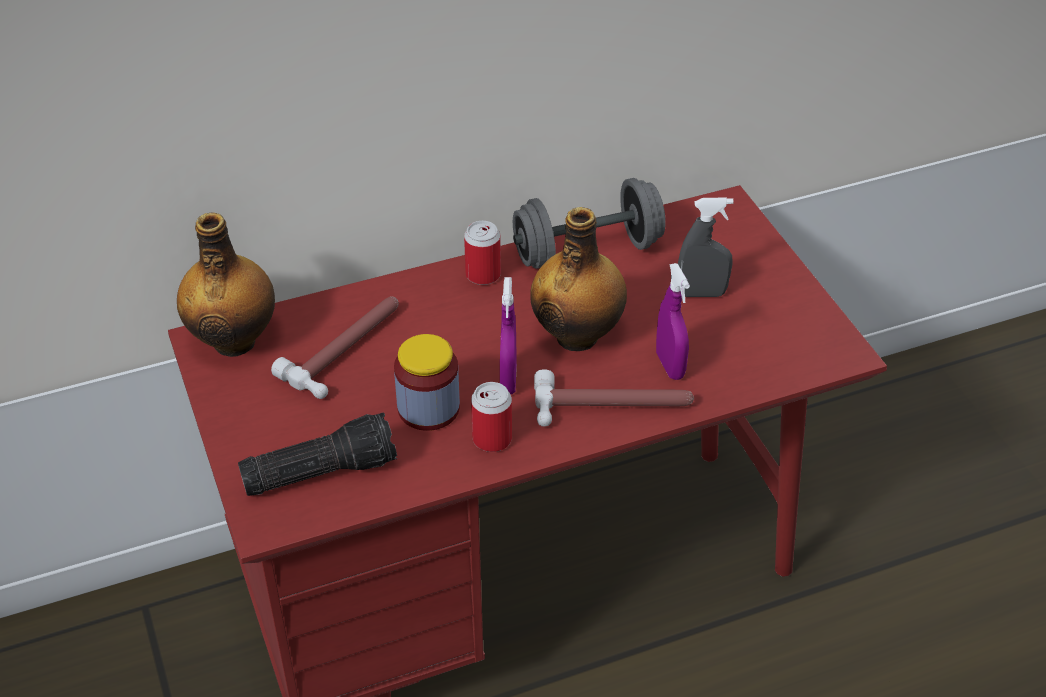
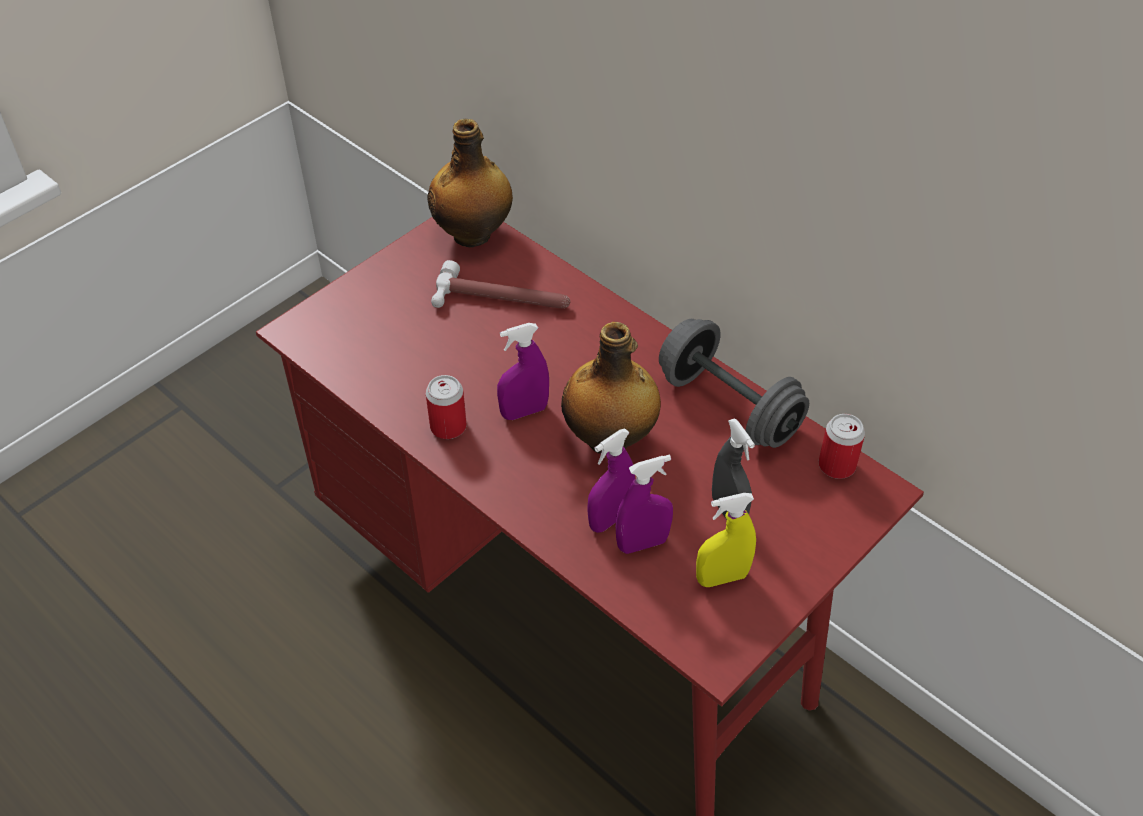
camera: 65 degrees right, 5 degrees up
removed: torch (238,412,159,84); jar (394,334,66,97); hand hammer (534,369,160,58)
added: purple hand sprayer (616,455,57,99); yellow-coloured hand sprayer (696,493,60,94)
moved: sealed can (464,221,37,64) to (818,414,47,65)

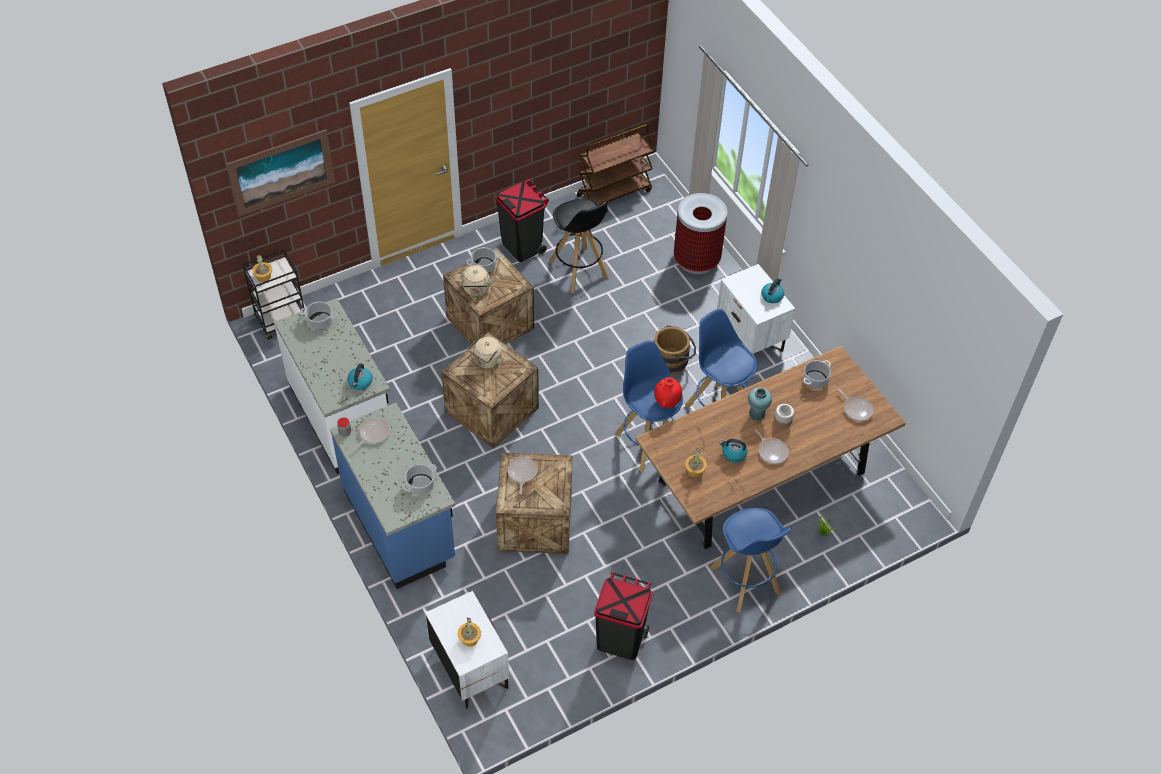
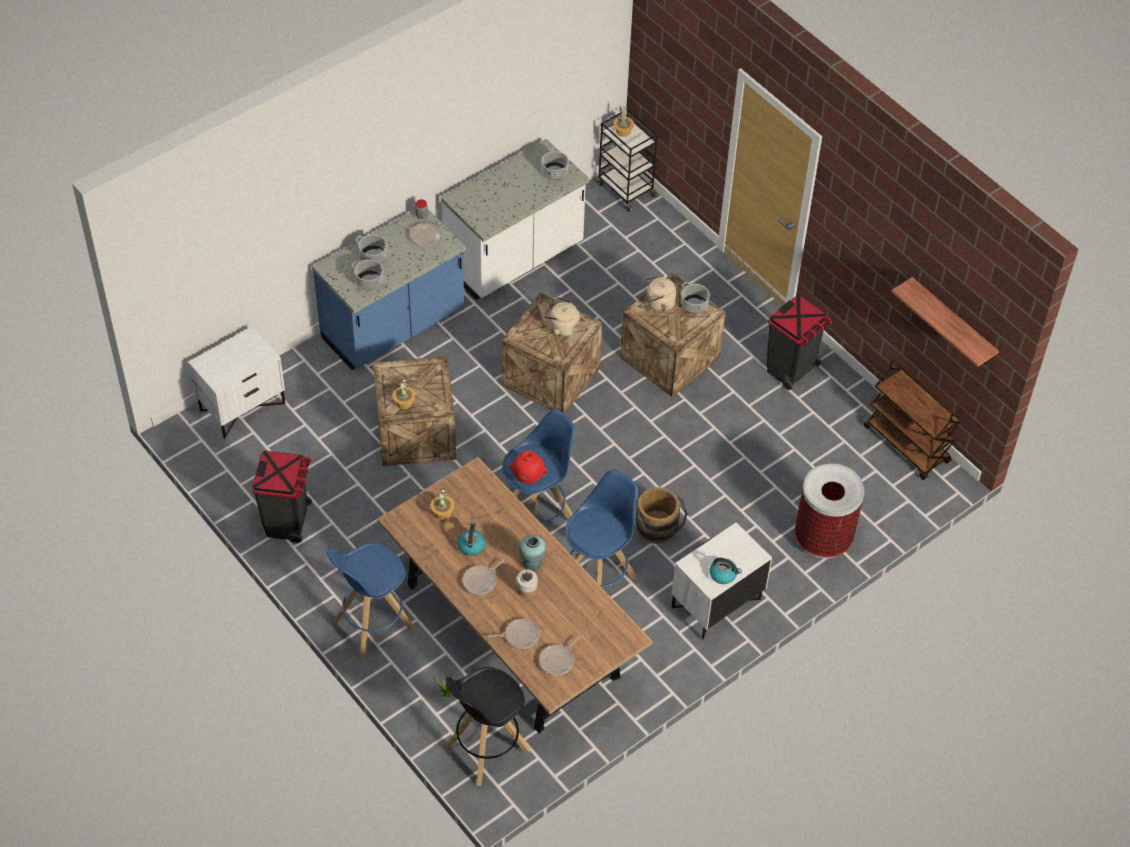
camera: 80 degrees right, 0 degrees up
removed: wall picture (226,129,109,88); tea kettle (347,363,26,27)
added: bracket shelf (891,277,108,90)
moved: cooking pot (803,360,28,29) to (356,234,34,29); houseplant (458,617,23,30) to (393,378,22,31); black sitting stool (549,199,60,94) to (445,667,85,119); pan (507,457,31,37) to (488,619,52,30)

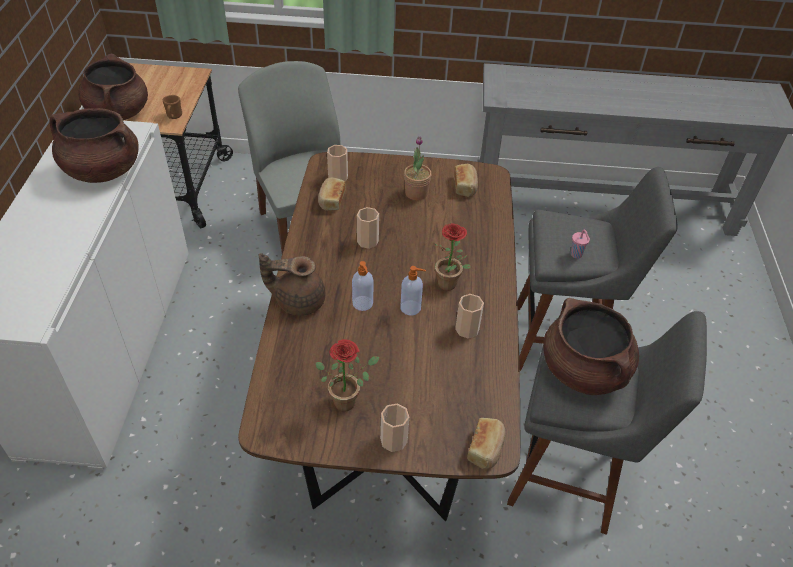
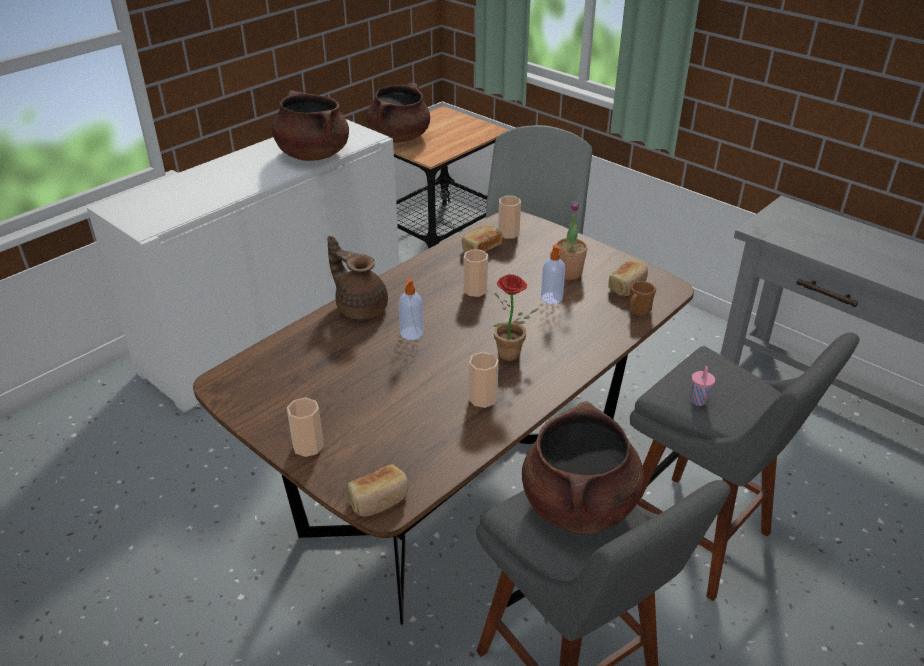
camera: 40 degrees right, 10 degrees down
removed: houseplant (315,339,64,72)
moved: liquid soap bottle (400,266,26,50) to (541,245,25,59); brown-coloured mug (163,95,19,24) to (629,281,27,35)

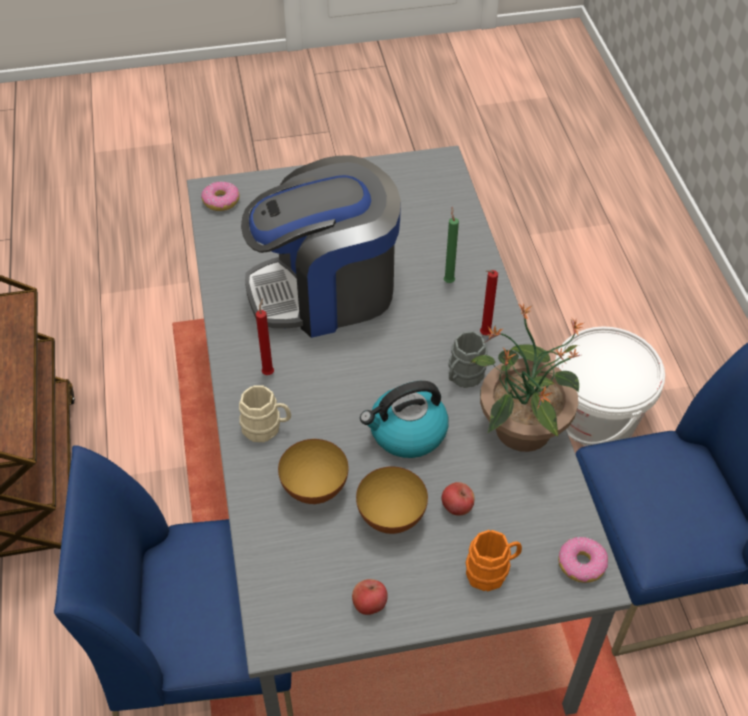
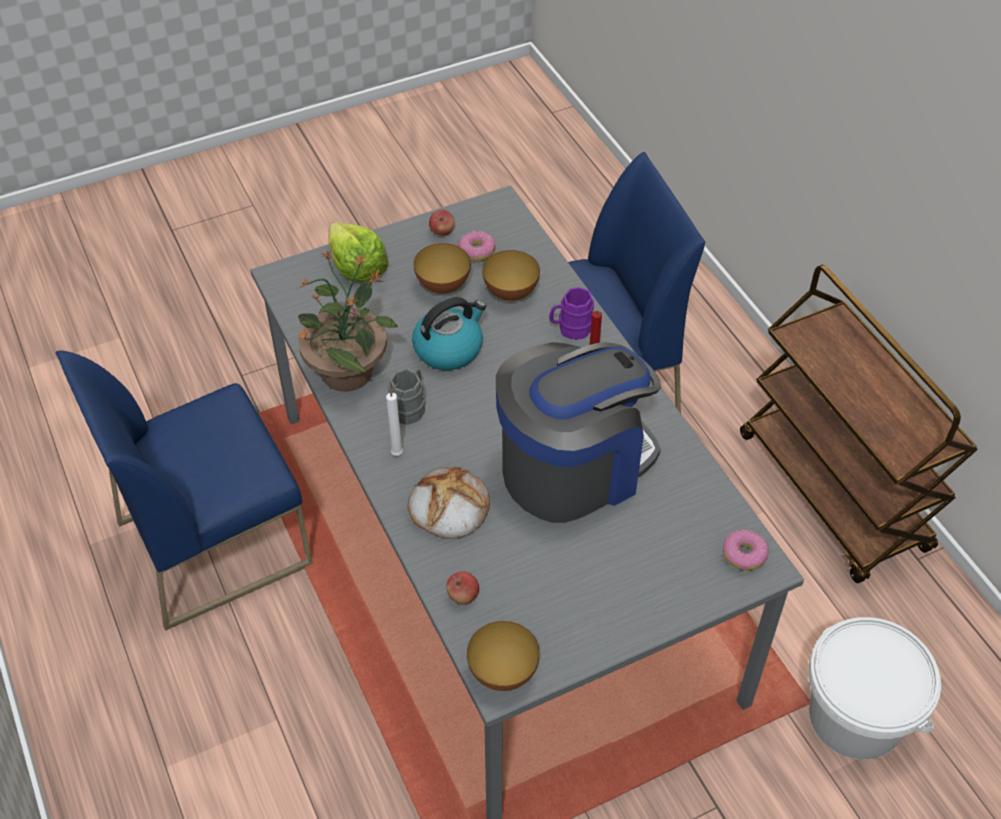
camera: 165 degrees right, 0 degrees up
added: deep dish (467,621,73,70)
moved: apple fruit (442,482,32,34) to (447,571,32,34); doughnut (558,537,50,46) to (458,231,37,31); white-coloured water bucket (554,326,111,120) to (808,617,133,143)
replaced: orange mug (466,530,56,61) to head of lettuce (328,222,60,60); green wax candle (444,207,15,76) to baked bread (408,467,82,72)
recoloured: red-coloured wax candle (480,270,18,65) to white-coloured wax candle (386,383,17,73); beige-coloured mug (239,385,52,57) to purple mug (549,287,45,53)

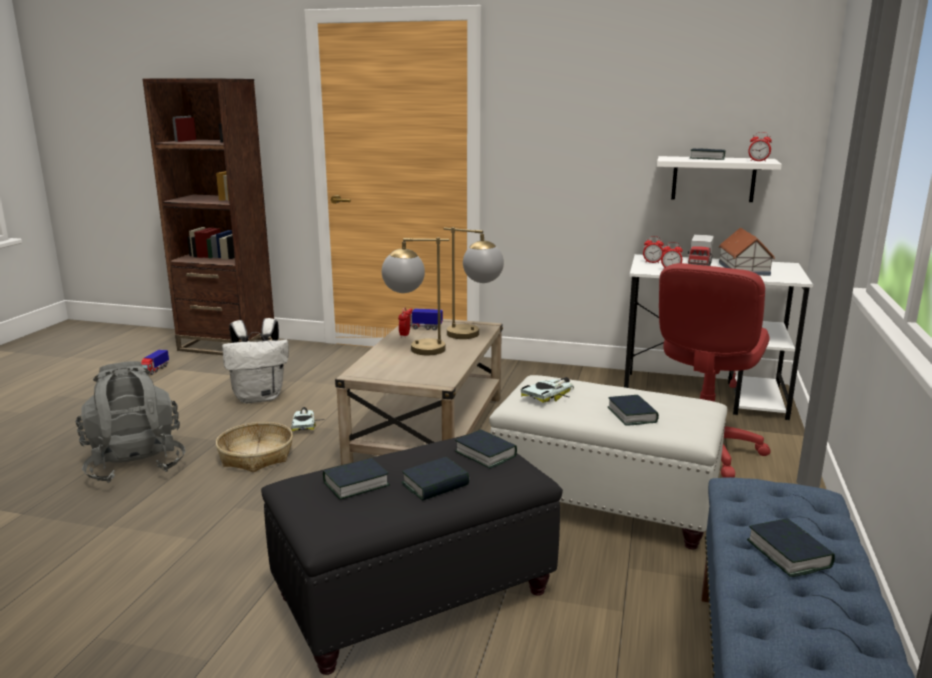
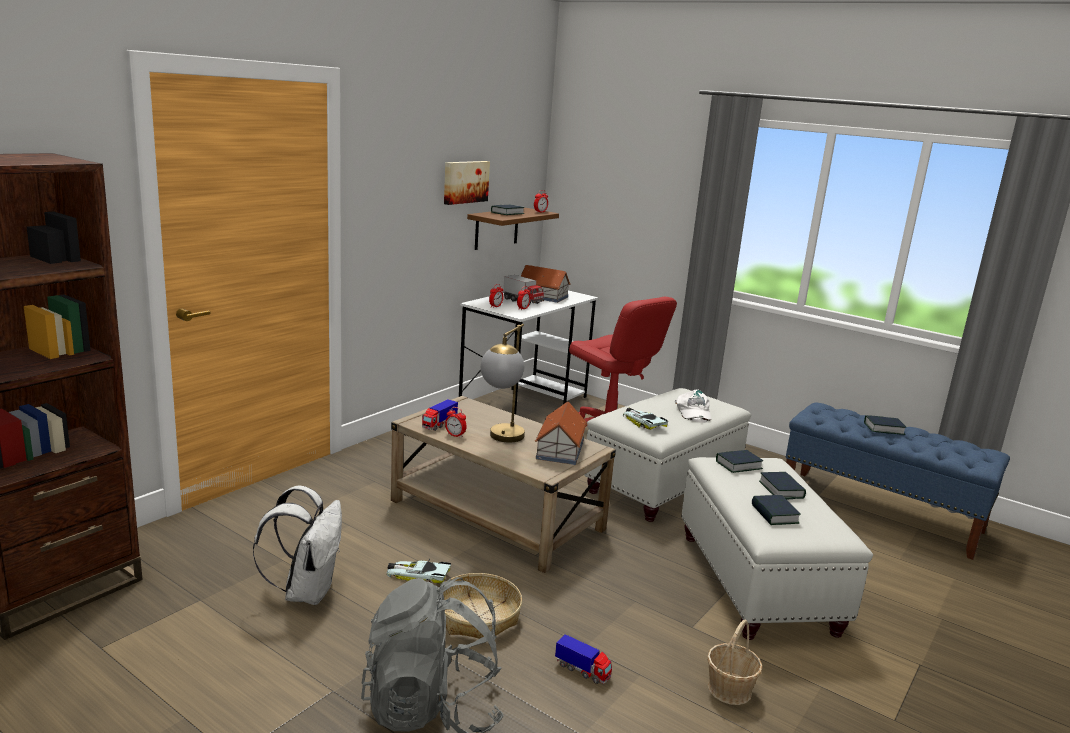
camera: 70 degrees left, 0 degrees up
removed: table lamp (444,227,60,112)
added: wall picture (444,161,46,44); miniature house (535,401,53,64); storage basket (707,620,56,85)
moved: toy truck (141,350,28,25) to (555,634,57,50)
replaced: book (608,395,51,31) to white-coloured baseball cap (675,389,36,34)
recoloured: white-coloured bracket shelf (657,156,125,46) to brown-coloured bracket shelf (467,208,92,42); black ottoman (261,435,302,240) to white-coloured ottoman (681,457,192,183)

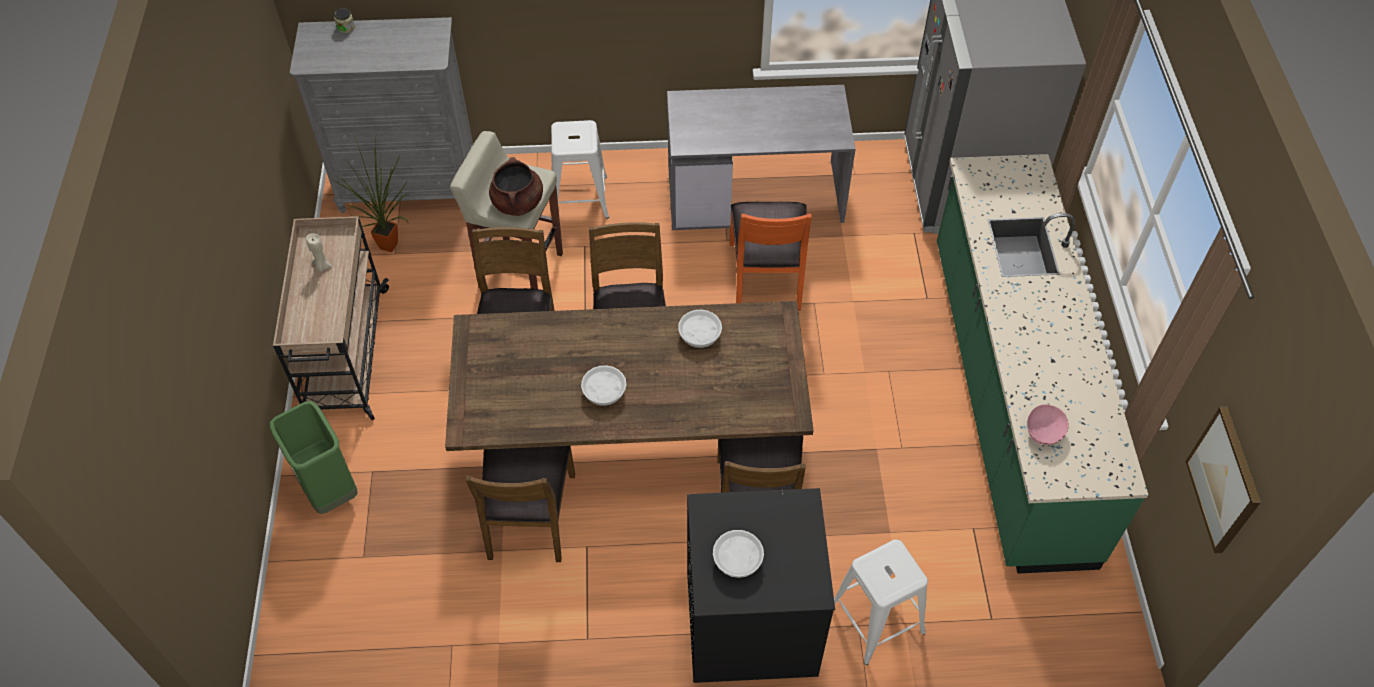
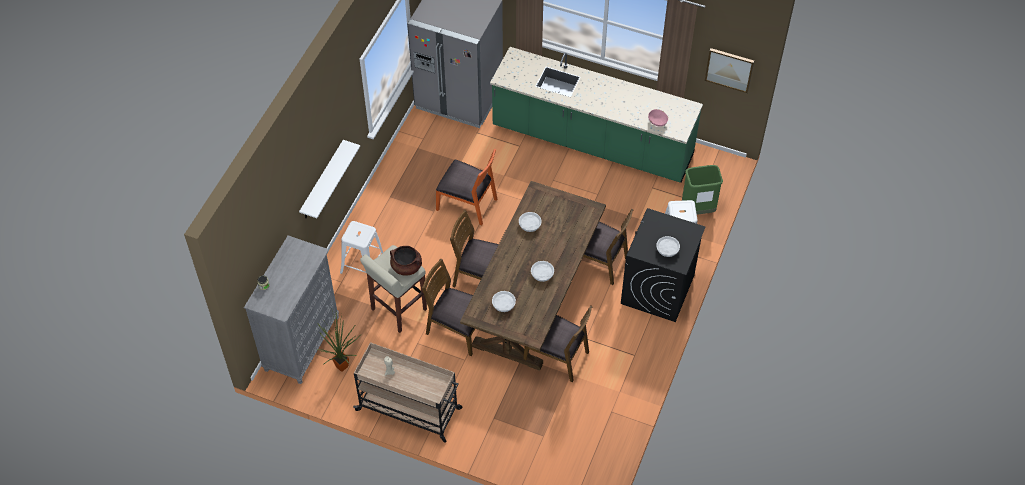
camera: 65 degrees left, 0 degrees up
removed: grey desk unit (667,85,189,145)
added: white-coloured bracket shelf (299,140,61,78); white-coloured deep dish (492,291,24,21)
moved: green waste bin (270,401,88,113) to (682,165,41,50)

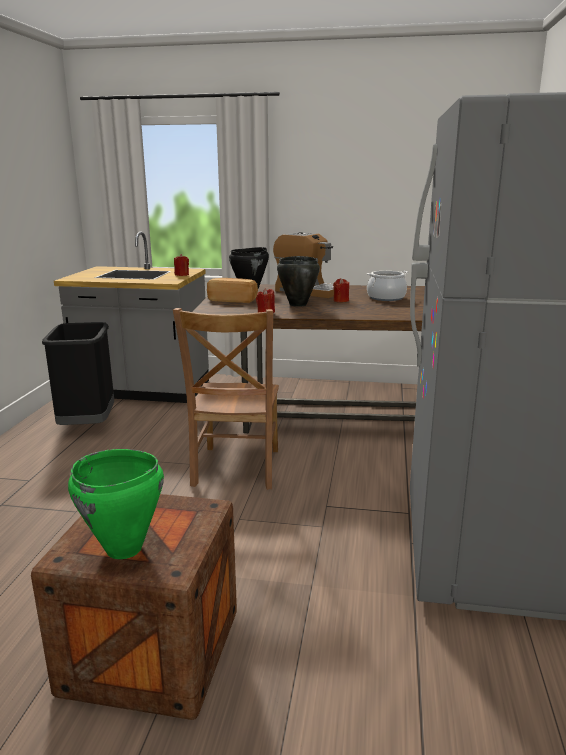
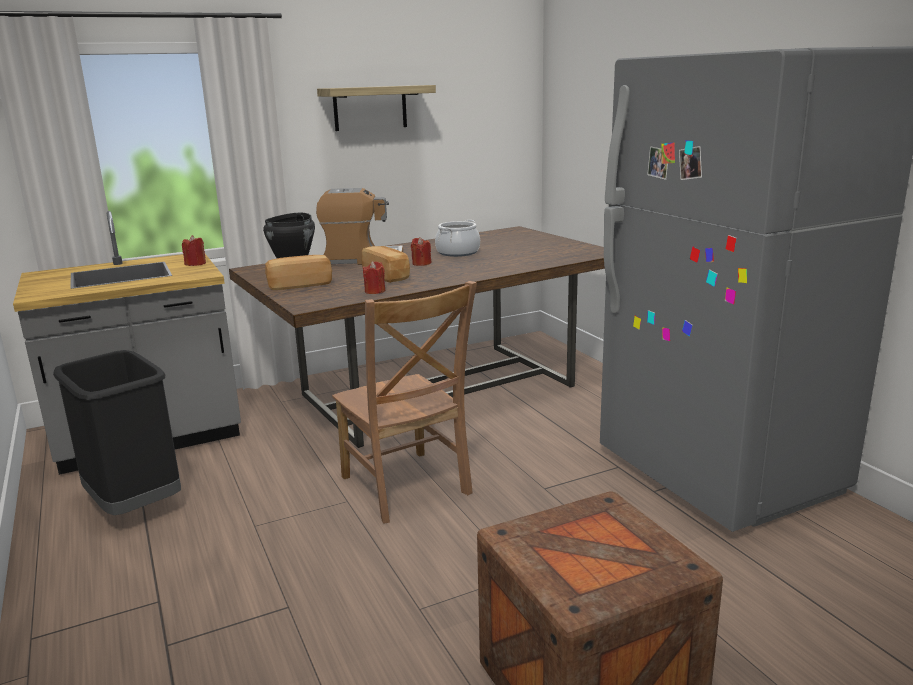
camera: 35 degrees left, 0 degrees up
removed: green cooking pot (68,449,96,110)
added: bracket shelf (317,85,119,46)
replaced: black cooking pot (277,256,43,51) to baked bread (361,246,49,37)

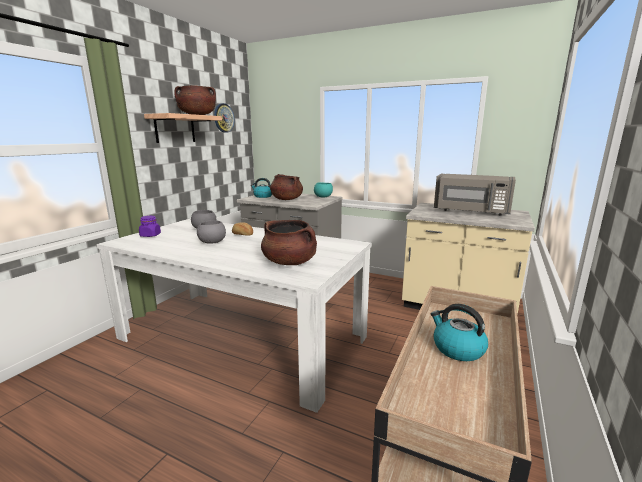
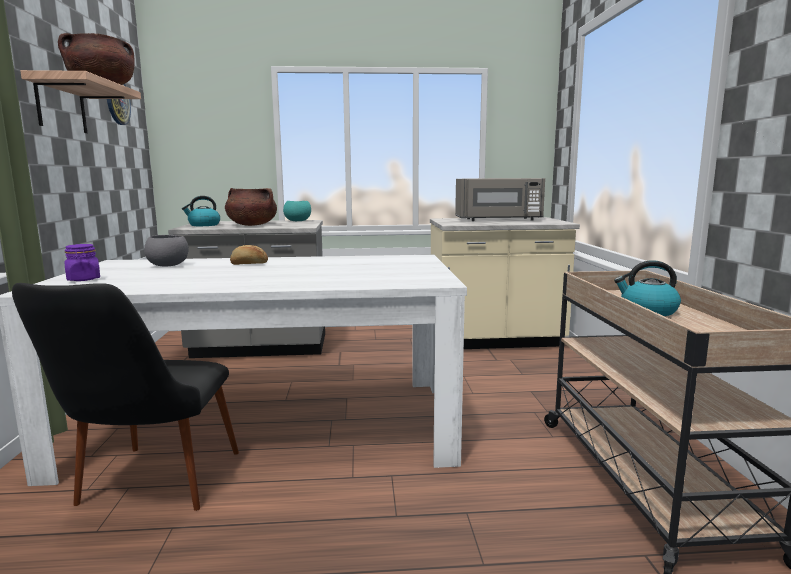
camera: 30 degrees left, 5 degrees down
removed: grey deep dish (197,220,29,24); brown-coloured cooking pot (261,220,56,45)
added: black chair (12,283,227,228)

